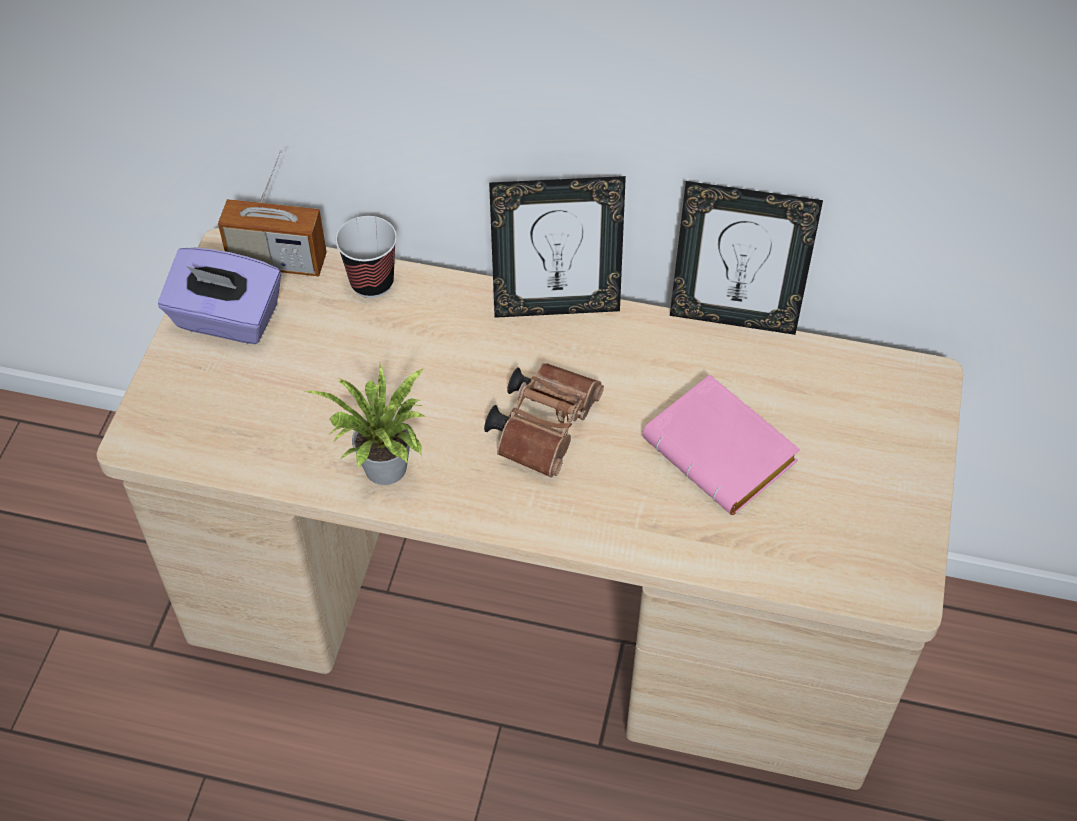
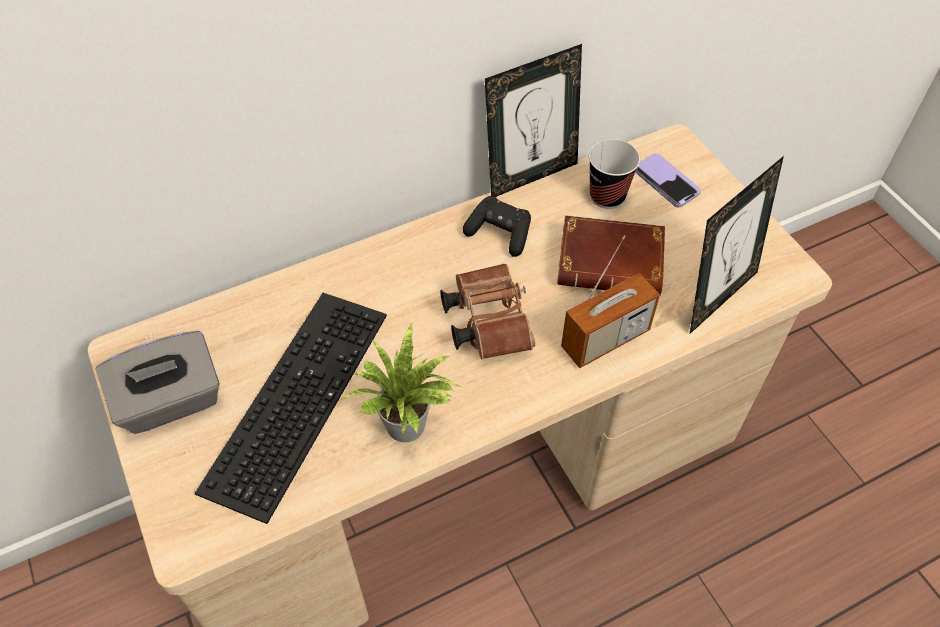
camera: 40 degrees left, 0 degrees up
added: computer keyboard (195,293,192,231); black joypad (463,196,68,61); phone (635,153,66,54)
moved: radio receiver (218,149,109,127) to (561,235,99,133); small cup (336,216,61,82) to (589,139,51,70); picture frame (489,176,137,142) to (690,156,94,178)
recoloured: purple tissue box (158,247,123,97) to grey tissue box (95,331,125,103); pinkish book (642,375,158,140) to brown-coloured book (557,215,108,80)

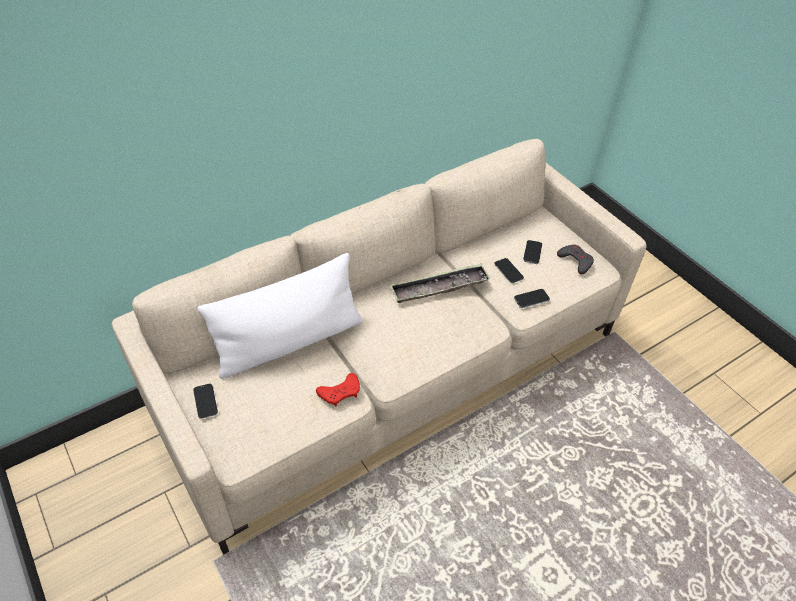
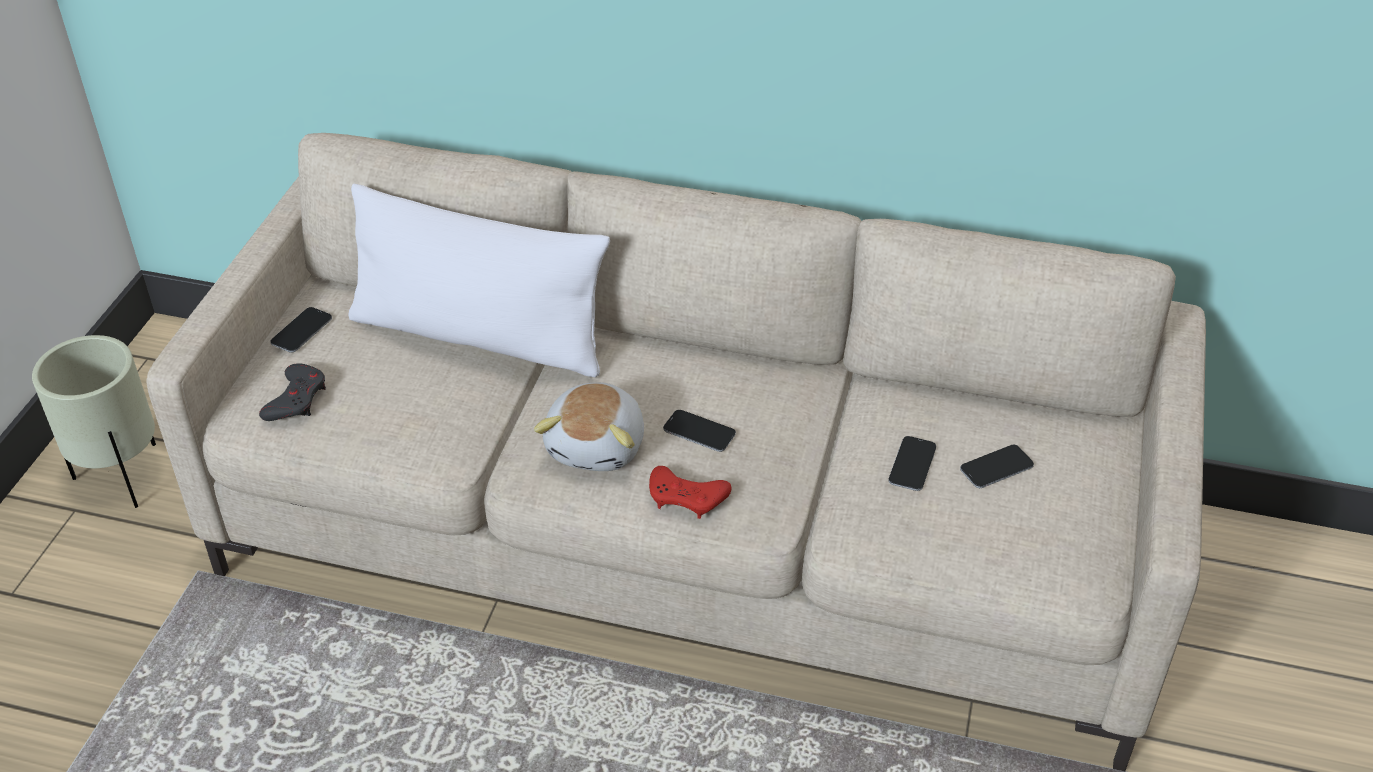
camera: 50 degrees right, 5 degrees down
removed: tray (389,264,102,39)
added: beige-coloured planter (32,335,124,173); soft toy (534,382,110,89)
moved: grey joypad (557,245,37,29) to (259,363,67,58); red-coloured joypad (316,373,44,34) to (649,465,82,54); phone (514,289,36,19) to (663,410,73,42)

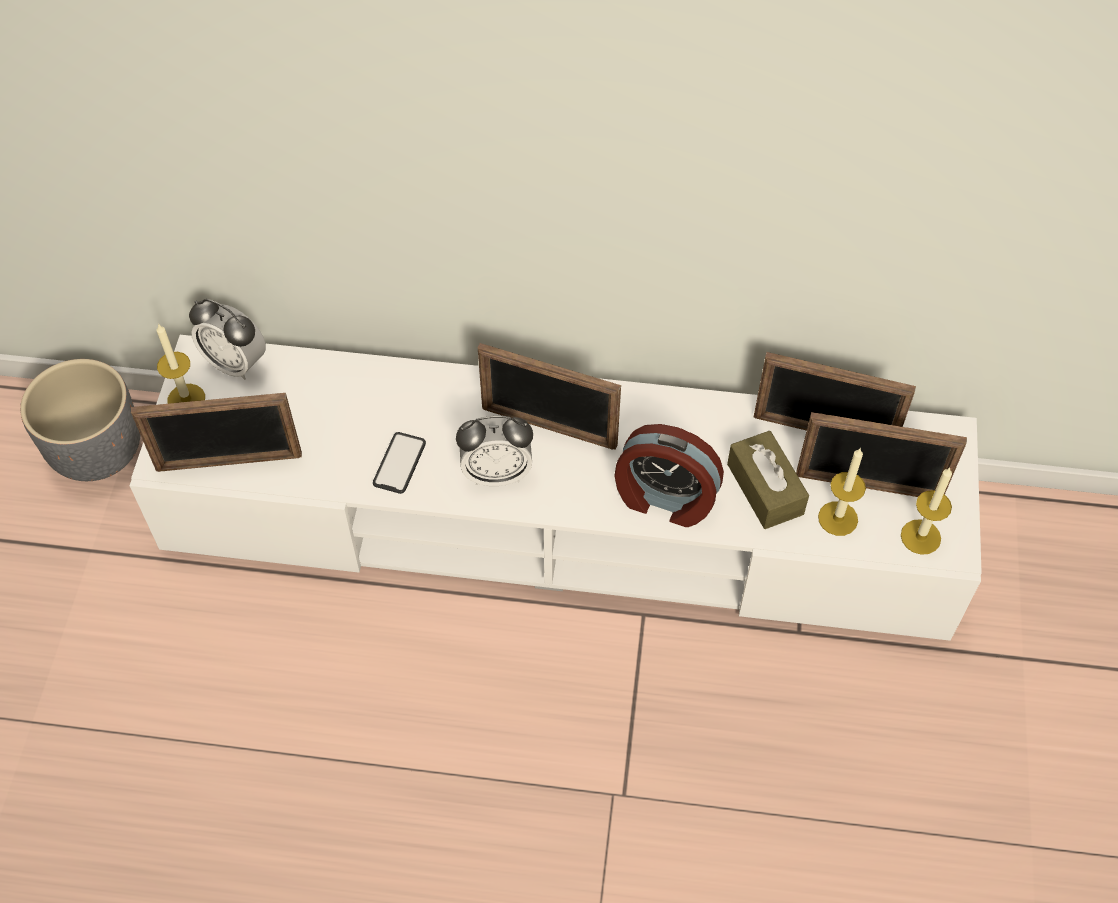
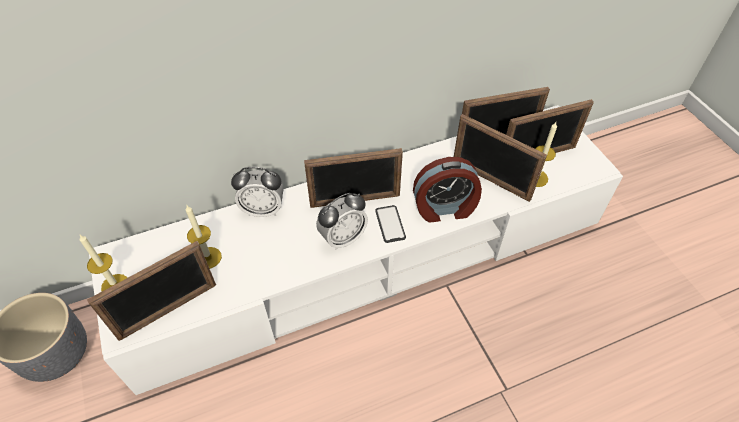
camera: 30 degrees left, 5 degrees down
moved: wax candle (901,468,51,87) to (186,205,36,64); bedside clock (189,299,77,81) to (231,167,52,50); phone (373,432,53,62) to (375,205,31,38)
replaced: brown-coloured tissue box (727,431,82,98) to picture frame (454,114,93,88)

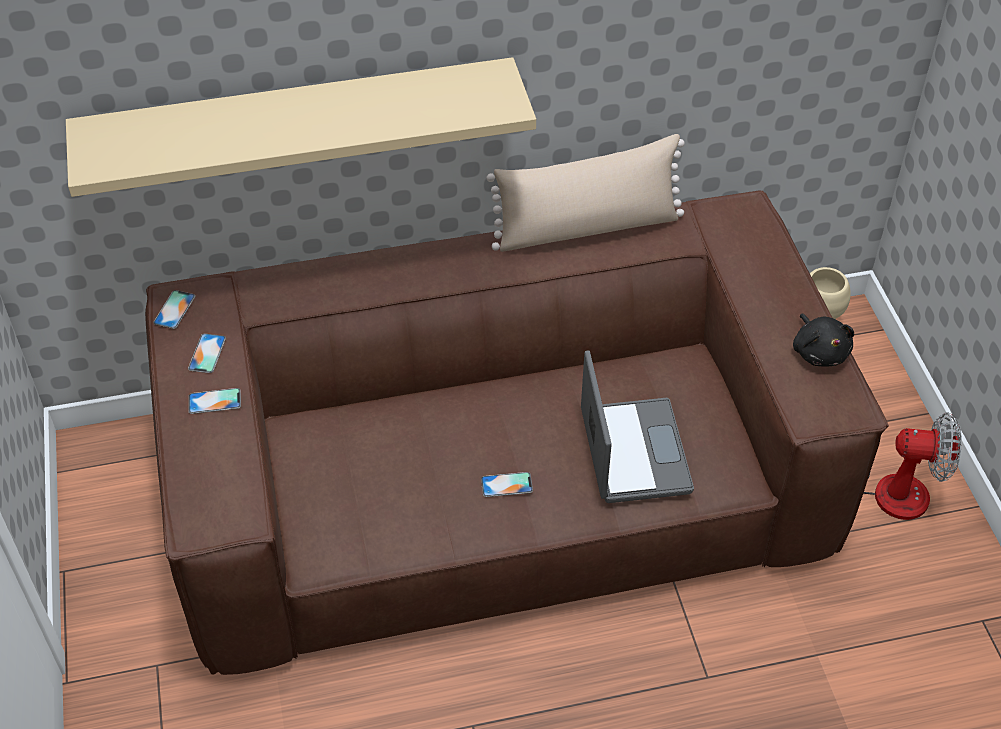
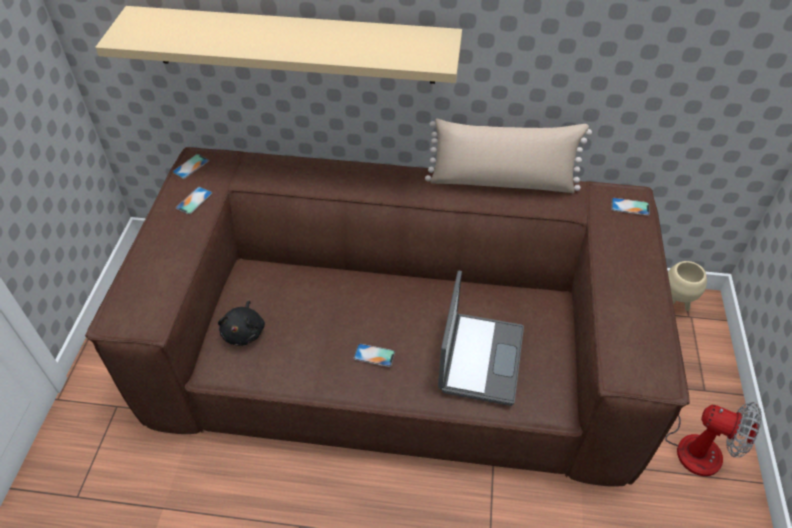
camera: 20 degrees right, 0 degrees up
moved: black soft toy (793,314,62,53) to (218,301,47,45); phone (188,388,53,26) to (612,198,38,17)

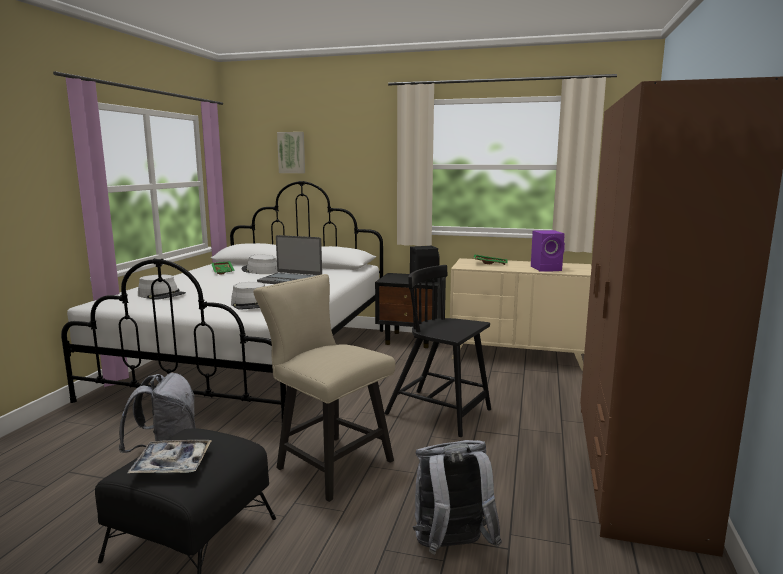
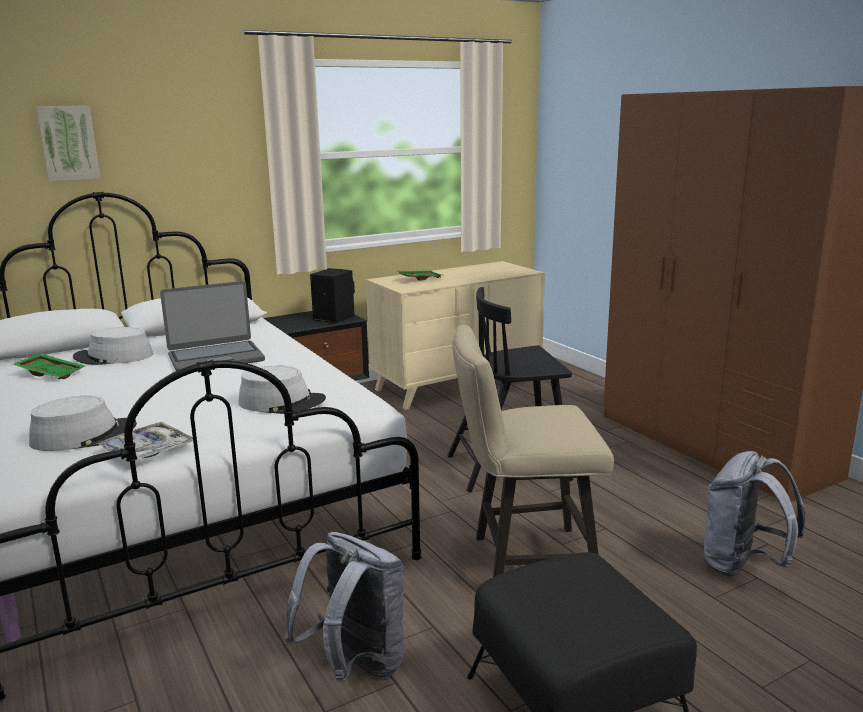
camera: 45 degrees left, 5 degrees up
removed: purple loudspeaker (531,230,34,41)
moved: tray (127,440,85,33) to (96,422,97,41)

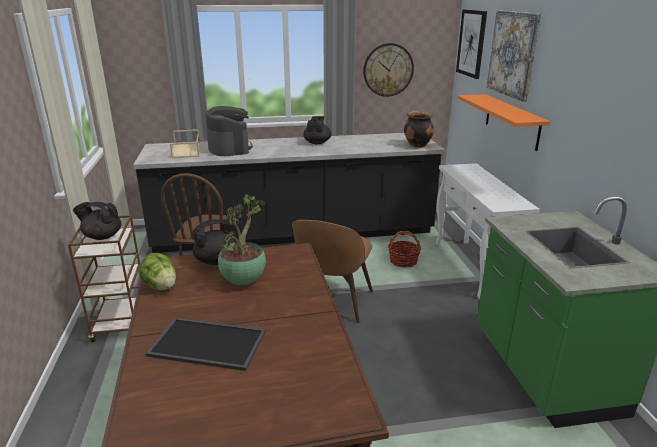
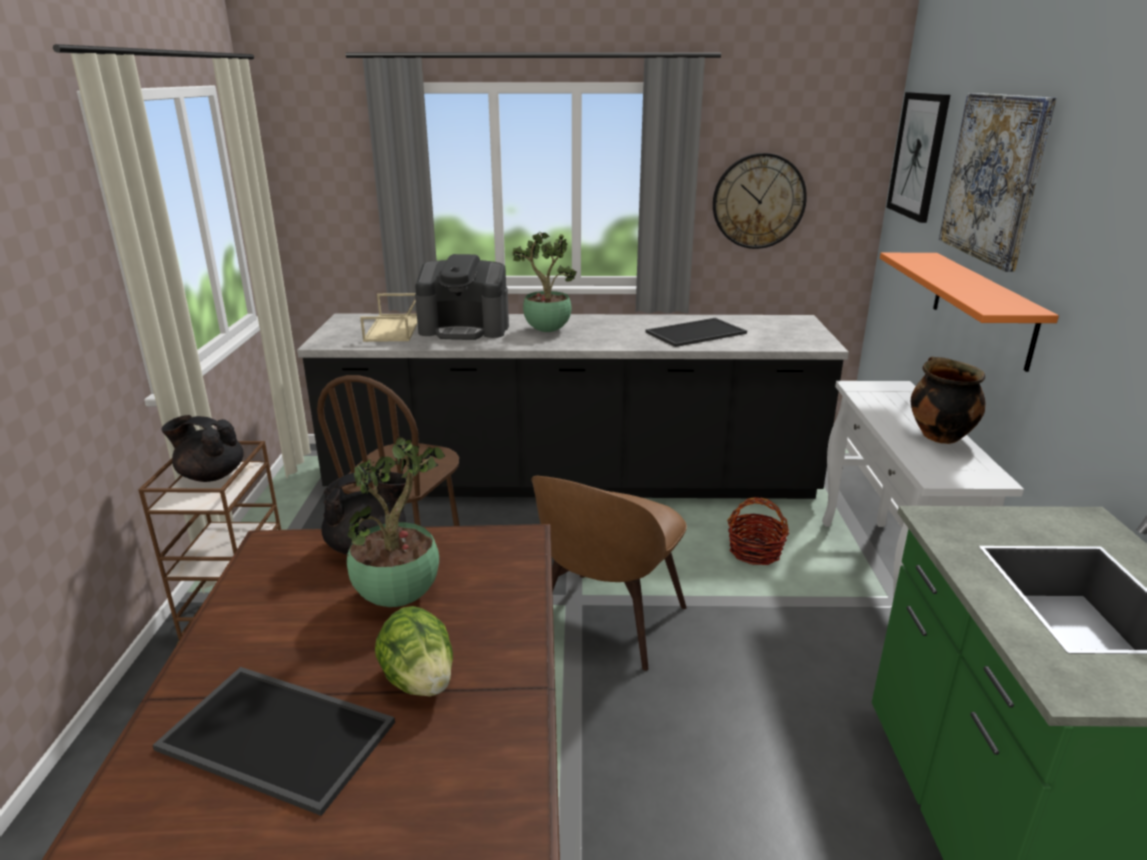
camera: 10 degrees right, 0 degrees up
removed: black teapot (304,116,27,28)
added: houseplant (513,231,64,101); tray (645,318,102,29)
moved: head of lettuce (138,253,38,37) to (375,606,78,91); cooking pot (404,110,30,38) to (911,357,75,87)
turned: coffee machine (206,106,47,50) = (415,254,94,86) 105 degrees clockwise

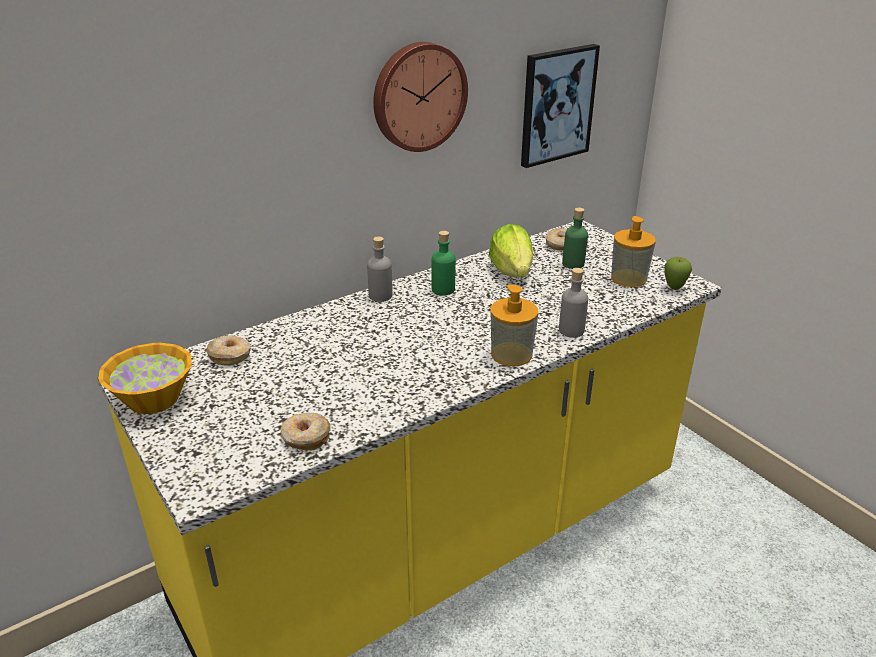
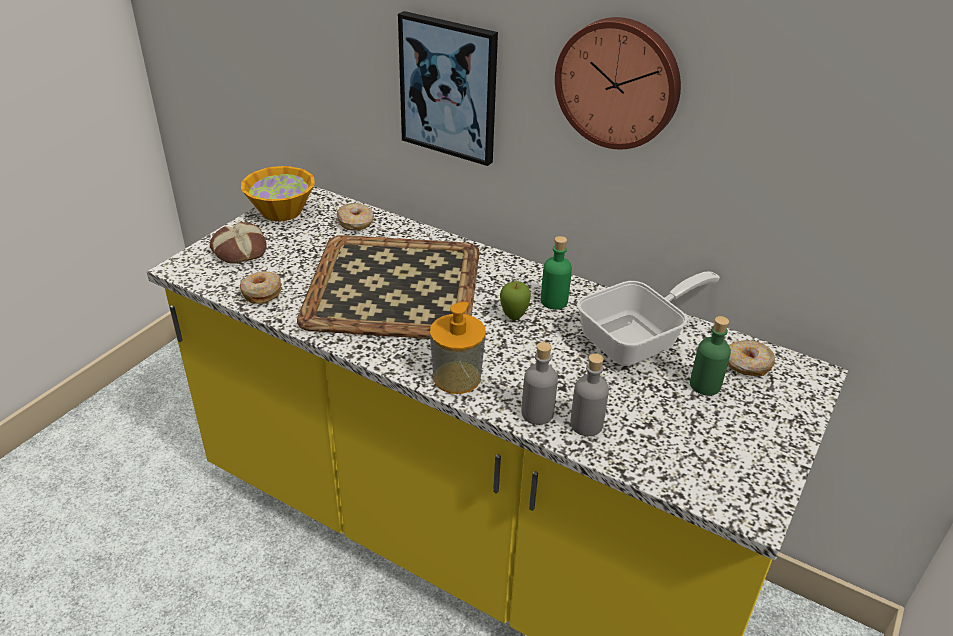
camera: 65 degrees right, 5 degrees up
removed: liquid soap bottle (611,216,45,71)
added: baked bread (210,222,57,42); tray (297,235,183,104)
moved: wall picture (521,44,79,124) to (398,11,100,155); apple fruit (664,257,28,33) to (500,281,31,40); grey bottle (367,236,26,66) to (570,353,39,83)
replaced: head of lettuce (489,224,44,53) to pan (577,271,143,95)

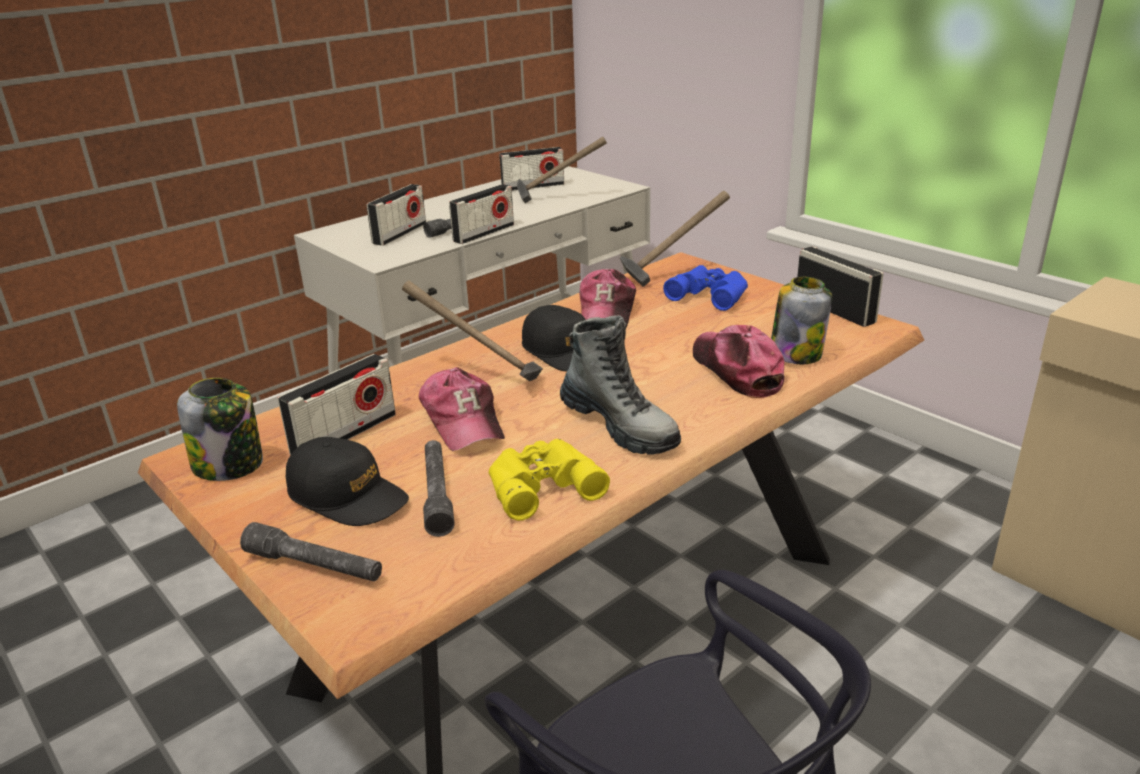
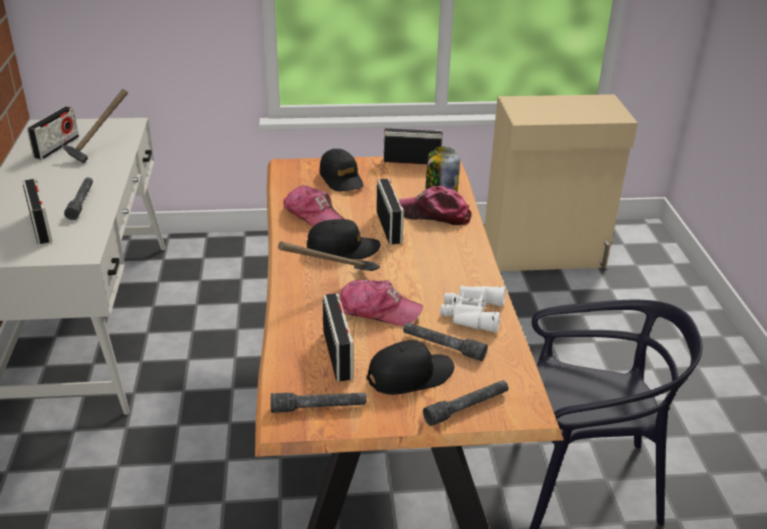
camera: 55 degrees left, 5 degrees up
removed: tall boot (560,315,121,140); hand hammer (619,191,111,96)
moved: radio receiver (449,184,65,60) to (376,179,28,66)
replaced: jar (177,378,86,103) to grey torch (270,393,97,20); blue field glasses (663,265,85,46) to black baseball cap (319,149,44,42)
recoloured: yellow-coloured field glasses (489,439,121,82) to white-coloured field glasses (440,285,66,47)

